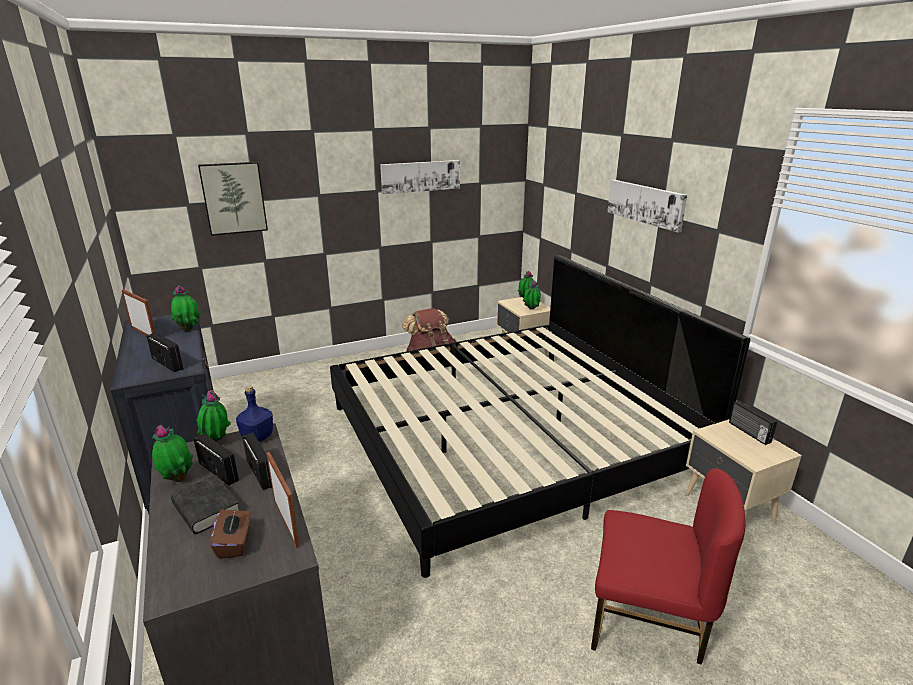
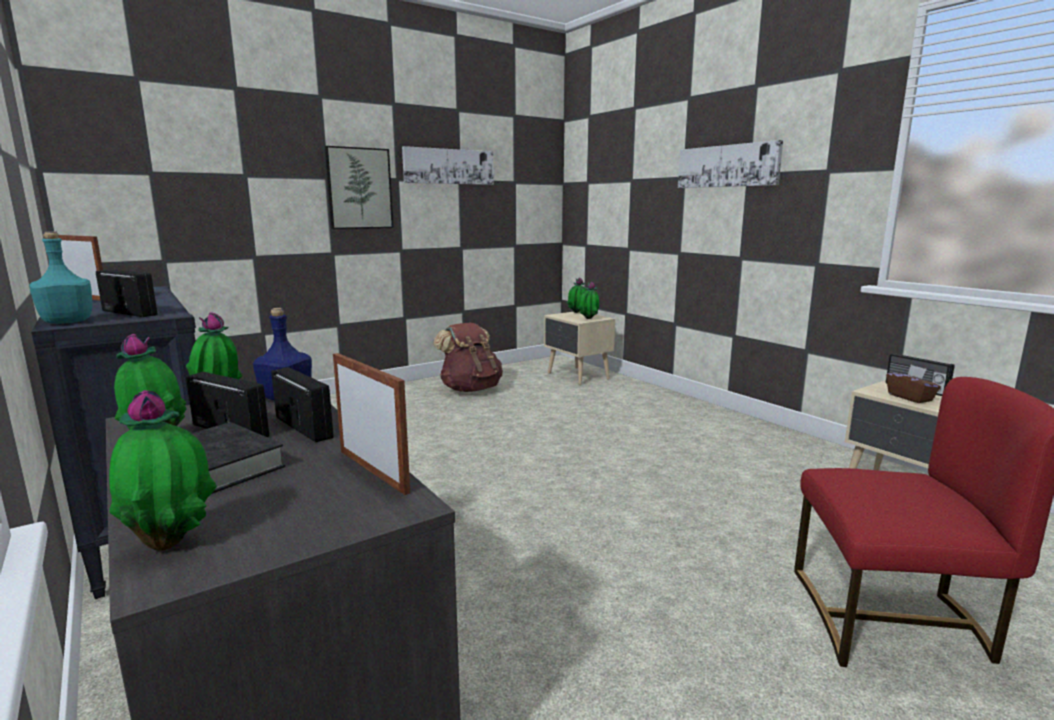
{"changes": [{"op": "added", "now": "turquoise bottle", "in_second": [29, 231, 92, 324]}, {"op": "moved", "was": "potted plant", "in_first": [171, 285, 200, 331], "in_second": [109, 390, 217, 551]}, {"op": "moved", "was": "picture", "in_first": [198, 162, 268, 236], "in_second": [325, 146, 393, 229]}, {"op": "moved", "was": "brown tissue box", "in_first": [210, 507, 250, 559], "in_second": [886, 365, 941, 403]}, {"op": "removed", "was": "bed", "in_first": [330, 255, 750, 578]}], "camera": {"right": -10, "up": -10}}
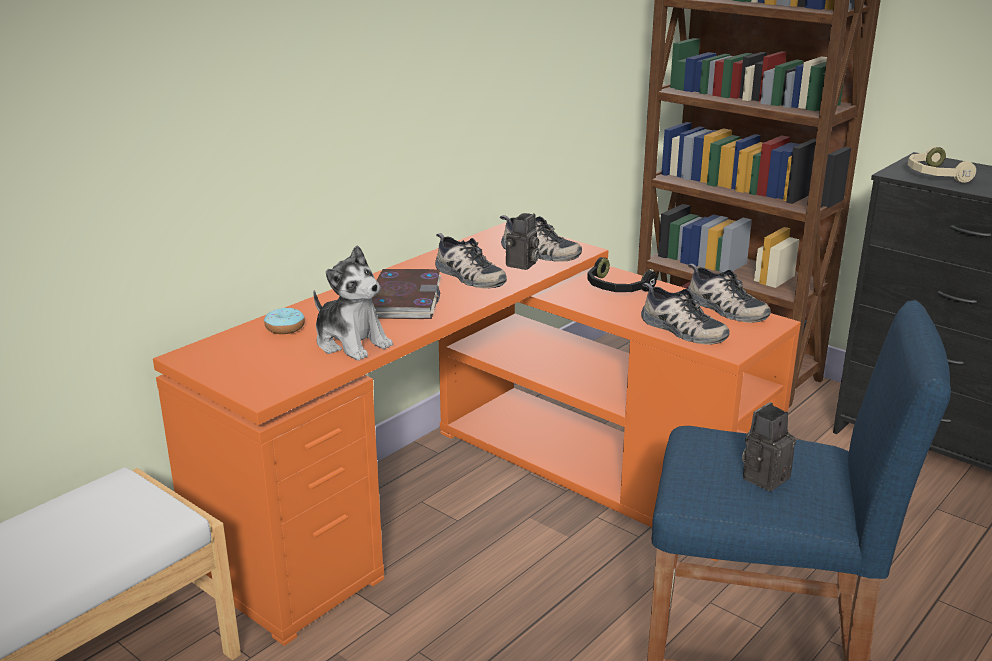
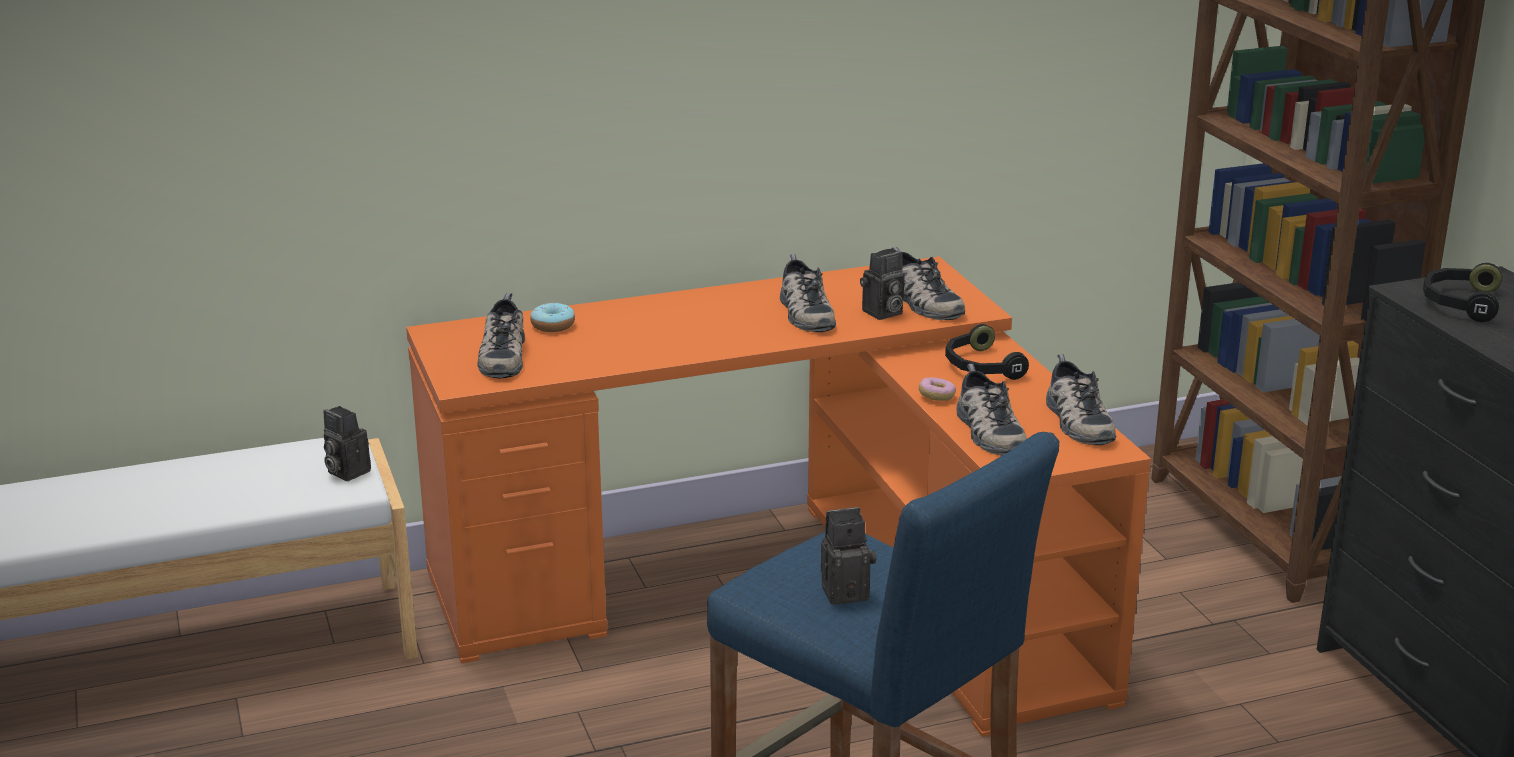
{"changes": [{"op": "added", "now": "photo camera", "in_second": [323, 406, 371, 481]}, {"op": "added", "now": "shoe", "in_second": [477, 293, 525, 379]}, {"op": "added", "now": "donut", "in_second": [919, 377, 956, 401]}, {"op": "recoloured", "was": "beige headphones", "now": "black headphones", "in_first": [908, 146, 976, 183], "in_second": [1423, 263, 1502, 322]}, {"op": "removed", "was": "plush toy", "in_first": [313, 245, 393, 361]}, {"op": "removed", "was": "book", "in_first": [372, 269, 441, 319]}], "camera": {"right": 30, "up": 0}}
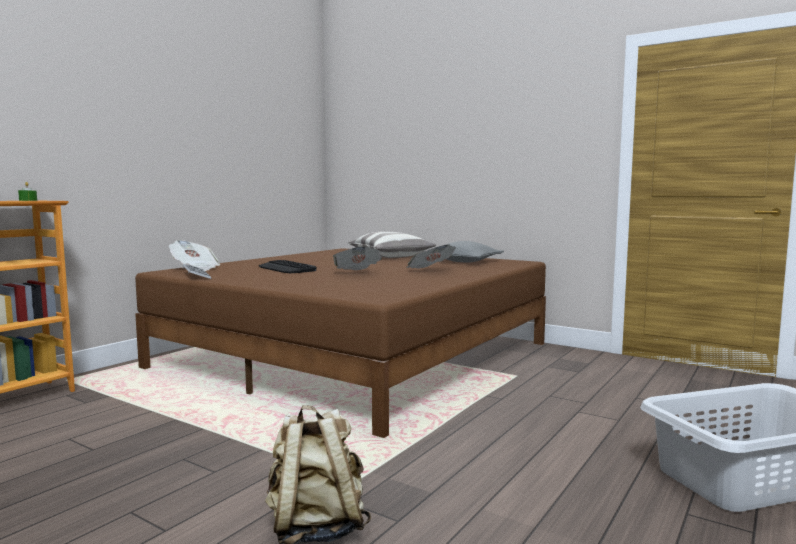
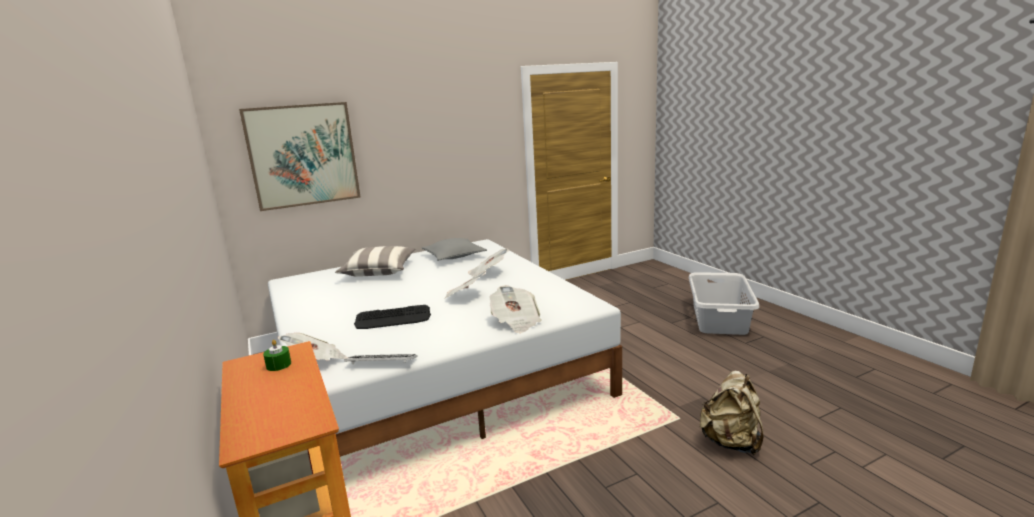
{"changes": [{"op": "added", "now": "picture", "in_second": [239, 102, 361, 211]}, {"op": "recoloured", "was": "brown bed", "now": "white bed", "in_first": [135, 248, 546, 438], "in_second": [268, 239, 622, 457]}, {"op": "added", "now": "newspaper", "in_second": [489, 285, 542, 333]}], "camera": {"right": -60, "up": 10}}
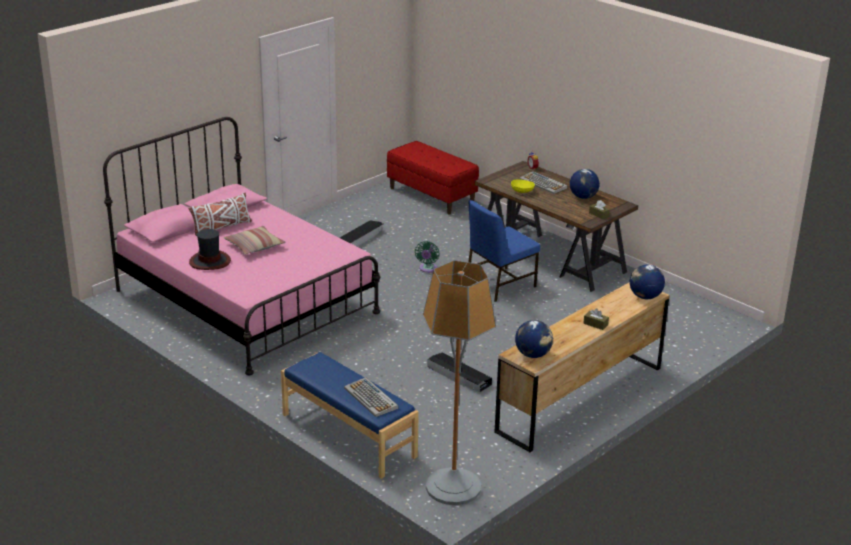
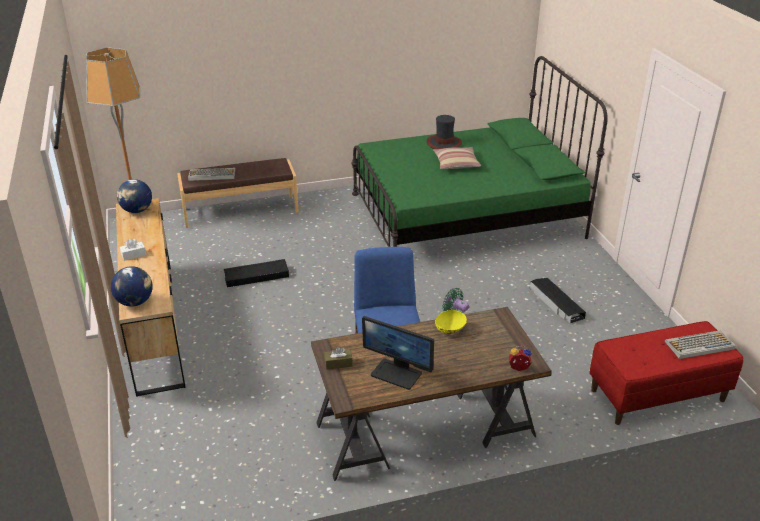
{"changes": [{"op": "recoloured", "was": "brown tissue box", "now": "white tissue box", "in_first": [583, 308, 609, 330], "in_second": [120, 238, 146, 261]}, {"op": "recoloured", "was": "blue bench", "now": "brown bench", "in_first": [281, 352, 419, 479], "in_second": [177, 158, 299, 228]}, {"op": "recoloured", "was": "pink bed", "now": "green bed", "in_first": [103, 117, 380, 375], "in_second": [351, 56, 608, 247]}, {"op": "replaced", "was": "globe", "now": "monitor", "in_first": [570, 169, 600, 199], "in_second": [362, 316, 434, 390]}, {"op": "moved", "was": "keyboard", "in_first": [520, 171, 567, 194], "in_second": [665, 330, 736, 359]}, {"op": "removed", "was": "white pillow", "in_first": [188, 193, 252, 236]}], "camera": {"right": 120, "up": 5}}
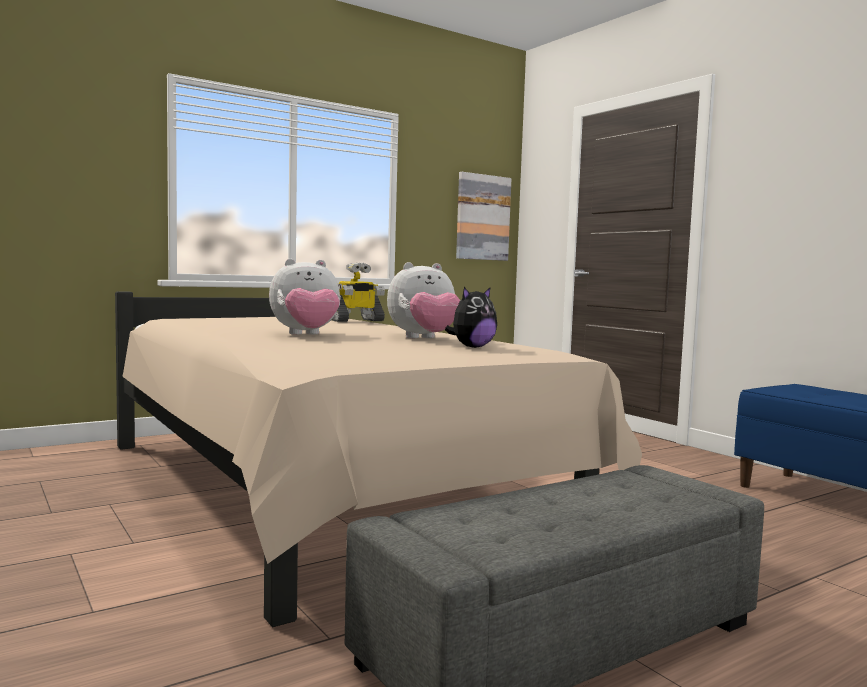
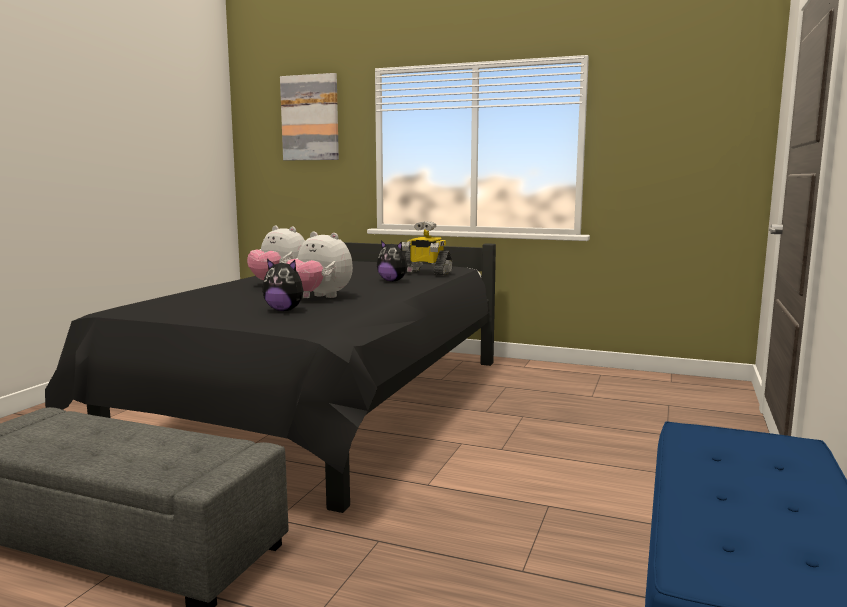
{"changes": [{"op": "recoloured", "was": "beige bed", "now": "black bed", "in_first": [115, 291, 642, 628], "in_second": [45, 242, 496, 513]}, {"op": "moved", "was": "picture", "in_first": [456, 172, 512, 261], "in_second": [280, 73, 339, 160]}, {"op": "added", "now": "plush toy", "in_second": [377, 240, 413, 282]}], "camera": {"right": 55, "up": 5}}
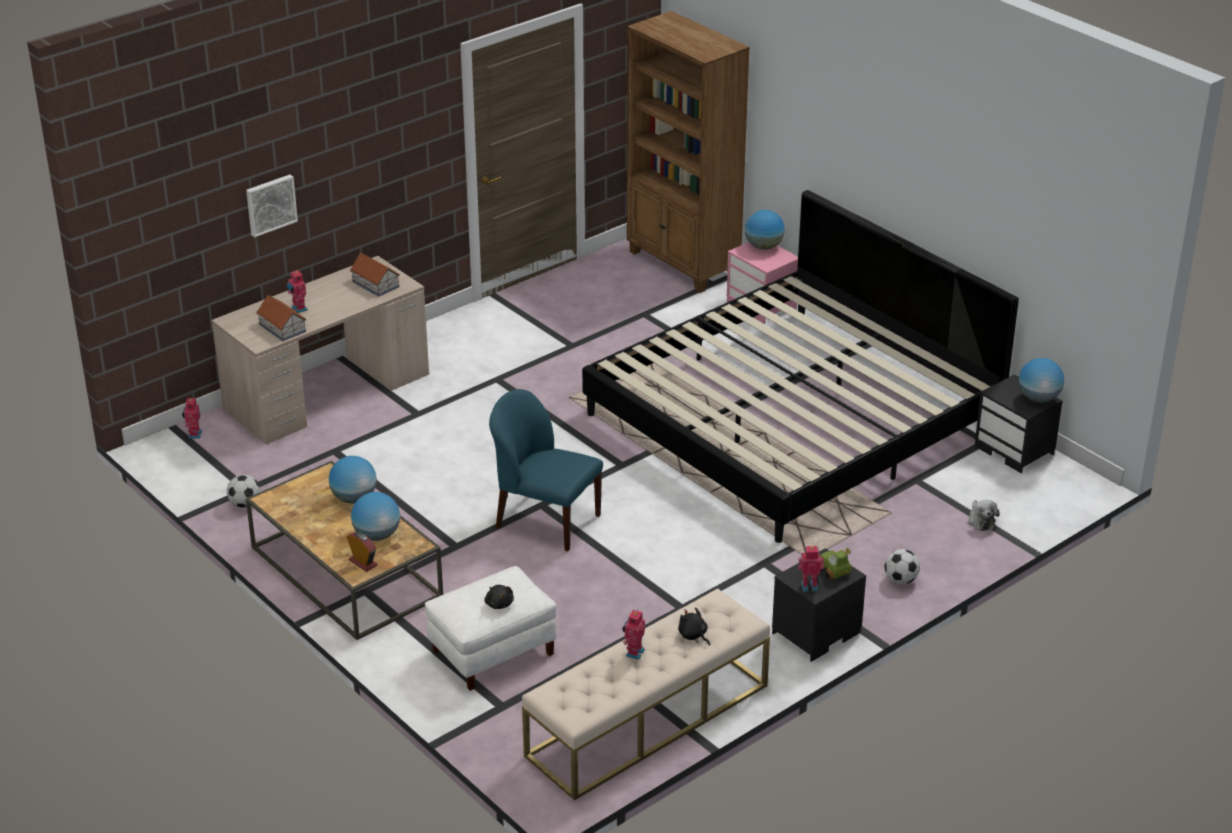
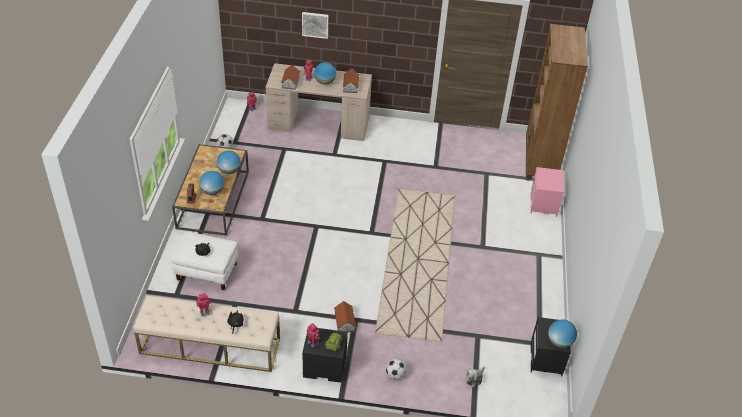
{"changes": [{"op": "moved", "was": "globe", "in_first": [745, 210, 785, 250], "in_second": [314, 62, 336, 85]}, {"op": "added", "now": "toy house", "in_second": [334, 301, 356, 332]}, {"op": "removed", "was": "blue chair", "in_first": [489, 389, 603, 551]}, {"op": "removed", "was": "bed", "in_first": [582, 190, 1019, 543]}], "camera": {"right": 45, "up": 10}}
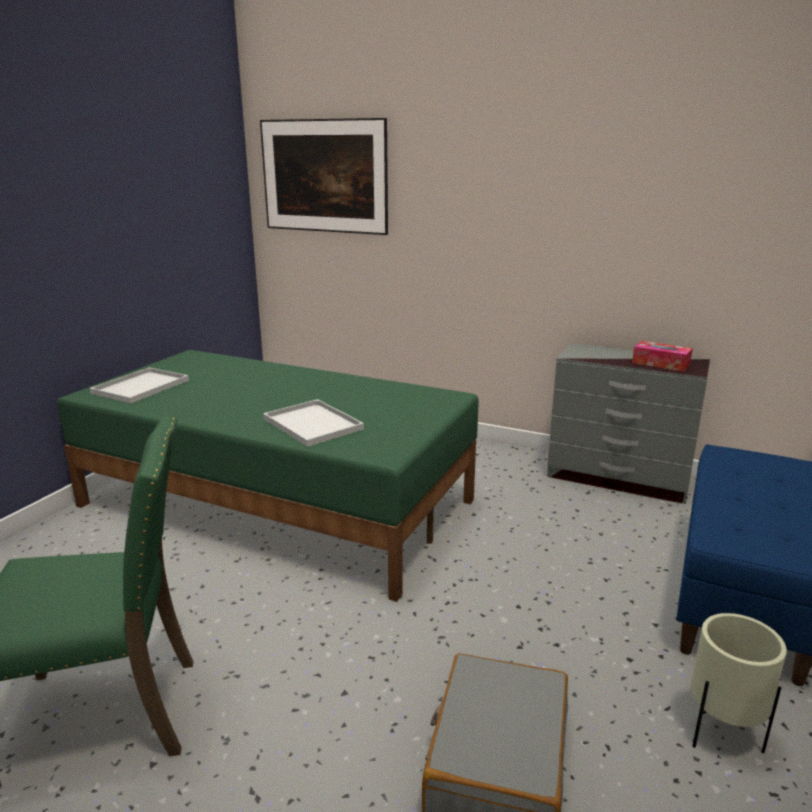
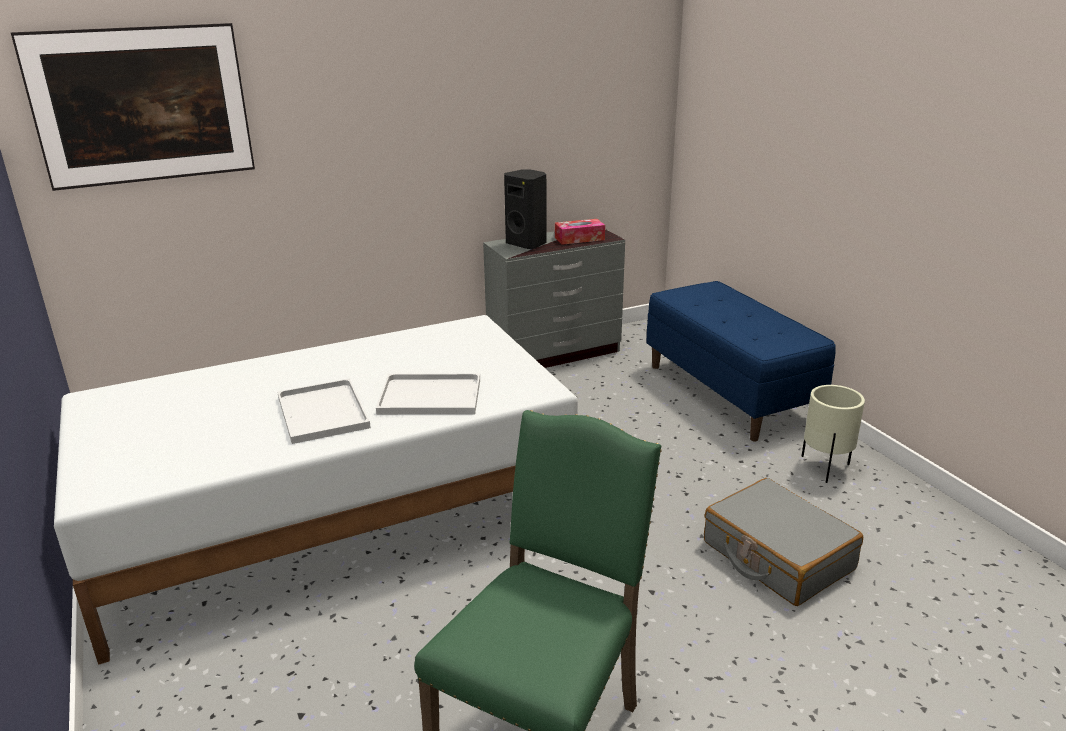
{"changes": [{"op": "recoloured", "was": "green bed", "now": "white bed", "in_first": [57, 350, 479, 602], "in_second": [54, 315, 578, 665]}, {"op": "moved", "was": "white tray", "in_first": [90, 367, 189, 403], "in_second": [277, 378, 371, 444]}, {"op": "added", "now": "black speaker", "in_second": [504, 169, 547, 250]}], "camera": {"right": -50, "up": 5}}
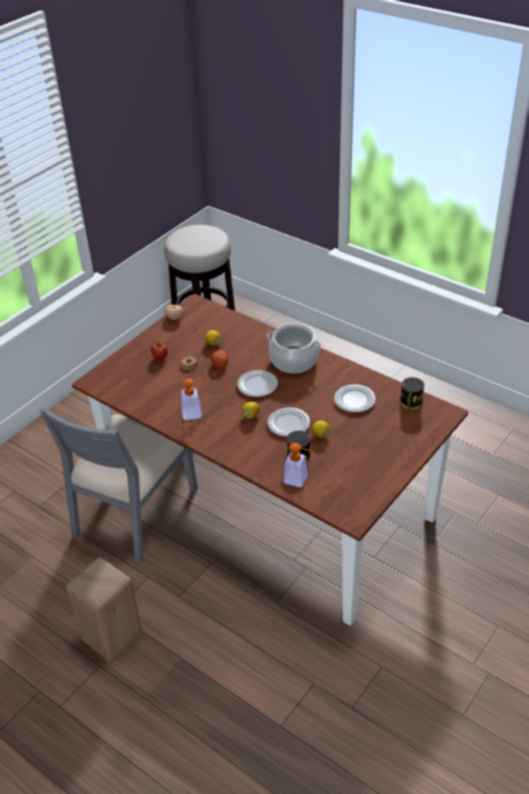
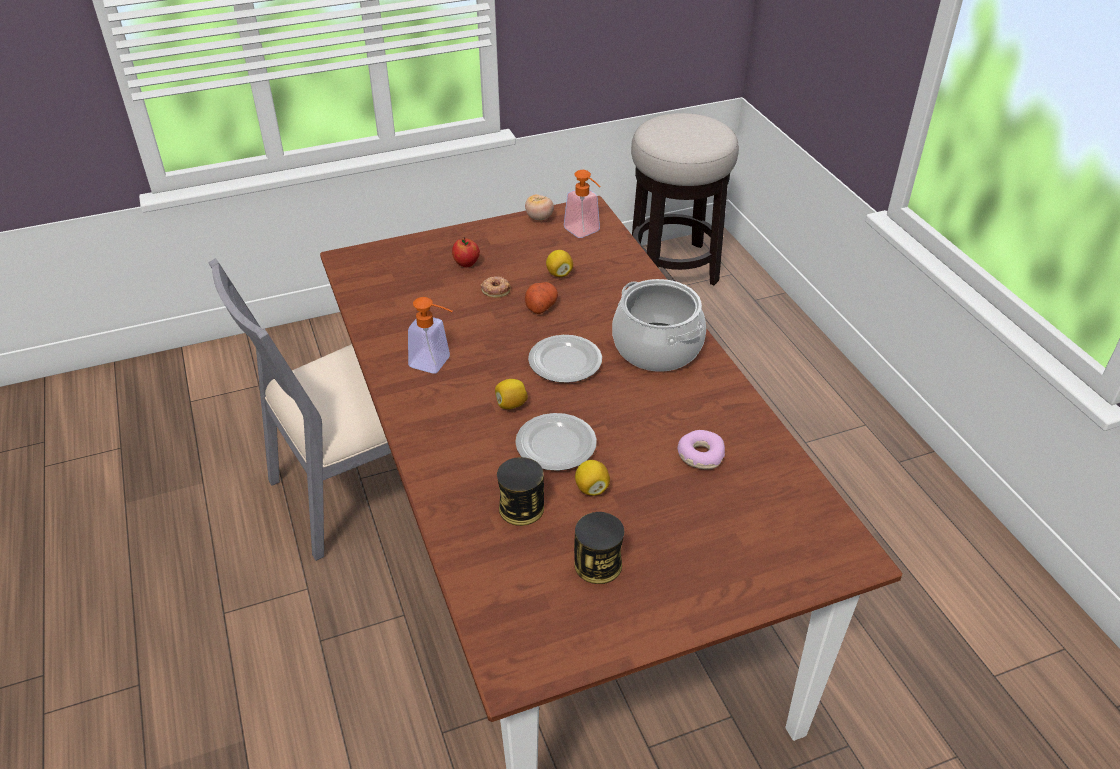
{"changes": [{"op": "moved", "was": "soap dispenser", "in_first": [283, 443, 314, 487], "in_second": [564, 170, 601, 238]}, {"op": "moved", "was": "can", "in_first": [400, 377, 424, 410], "in_second": [574, 512, 624, 584]}, {"op": "replaced", "was": "plate", "now": "donut", "in_first": [334, 384, 376, 412], "in_second": [677, 430, 725, 470]}, {"op": "removed", "was": "beige stool", "in_first": [66, 557, 142, 662]}], "camera": {"right": 30, "up": 0}}
